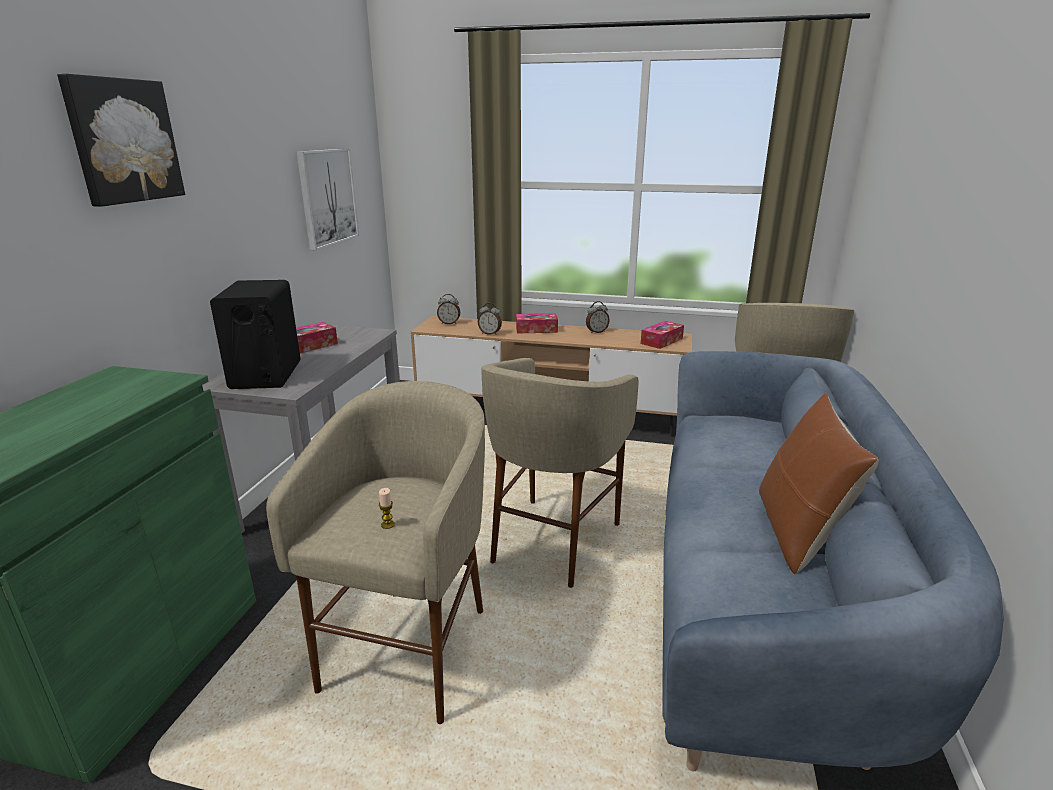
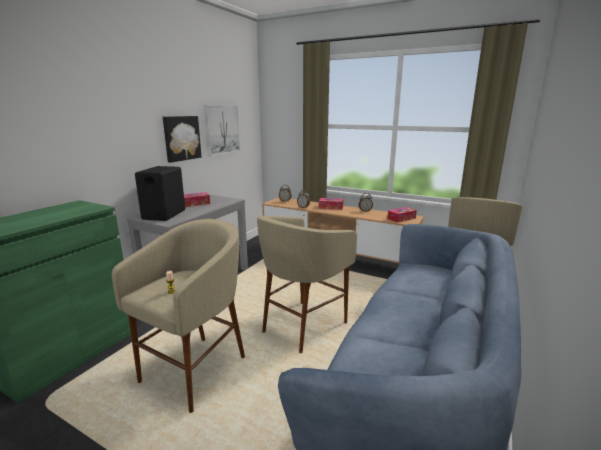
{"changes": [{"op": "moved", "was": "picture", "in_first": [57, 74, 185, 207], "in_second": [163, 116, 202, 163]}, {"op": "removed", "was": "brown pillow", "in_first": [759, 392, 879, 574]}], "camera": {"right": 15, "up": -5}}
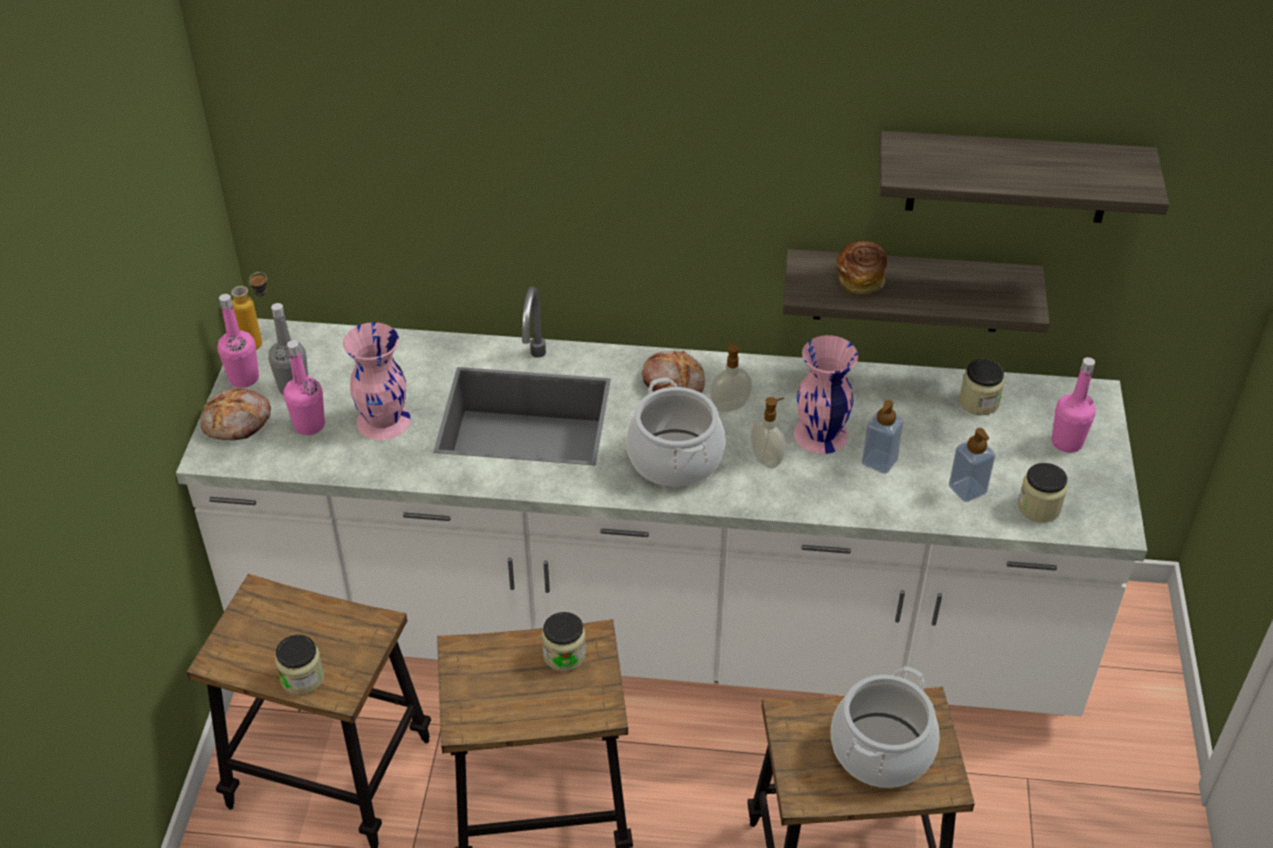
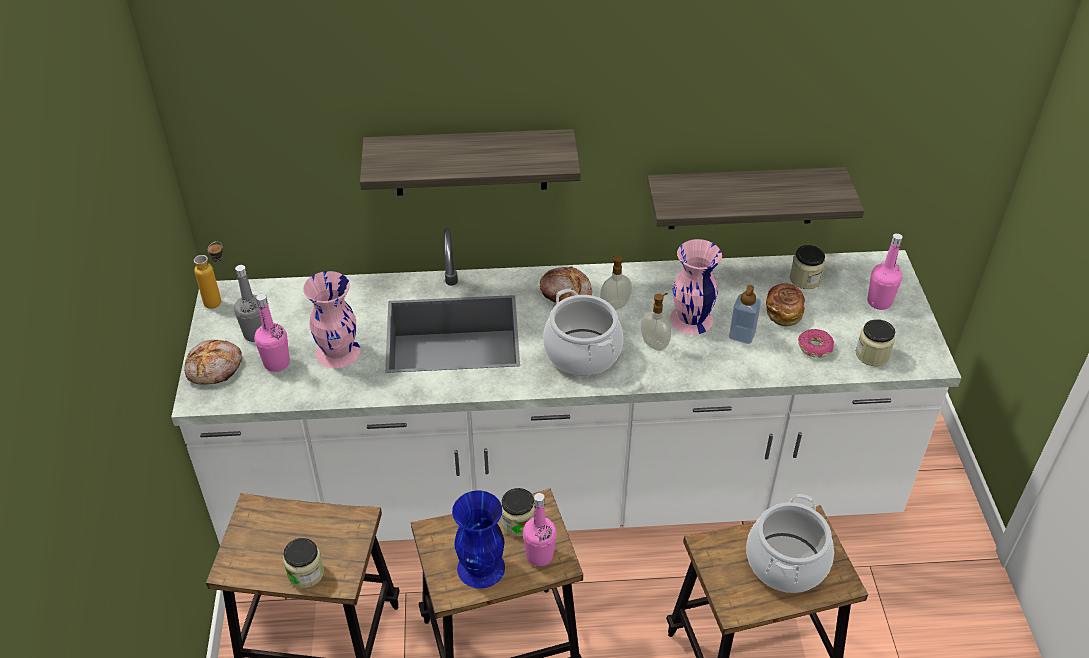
{"changes": [{"op": "moved", "was": "shelf", "in_first": [880, 131, 1169, 223], "in_second": [360, 129, 581, 196]}, {"op": "added", "now": "blue vase", "in_second": [452, 490, 505, 589]}, {"op": "moved", "was": "pink bottle", "in_first": [218, 294, 259, 388], "in_second": [523, 493, 557, 566]}, {"op": "moved", "was": "bread", "in_first": [836, 241, 888, 294], "in_second": [766, 284, 805, 327]}, {"op": "replaced", "was": "soap dispenser", "now": "donut", "in_first": [949, 428, 995, 502], "in_second": [798, 329, 834, 358]}], "camera": {"right": -10, "up": 0}}
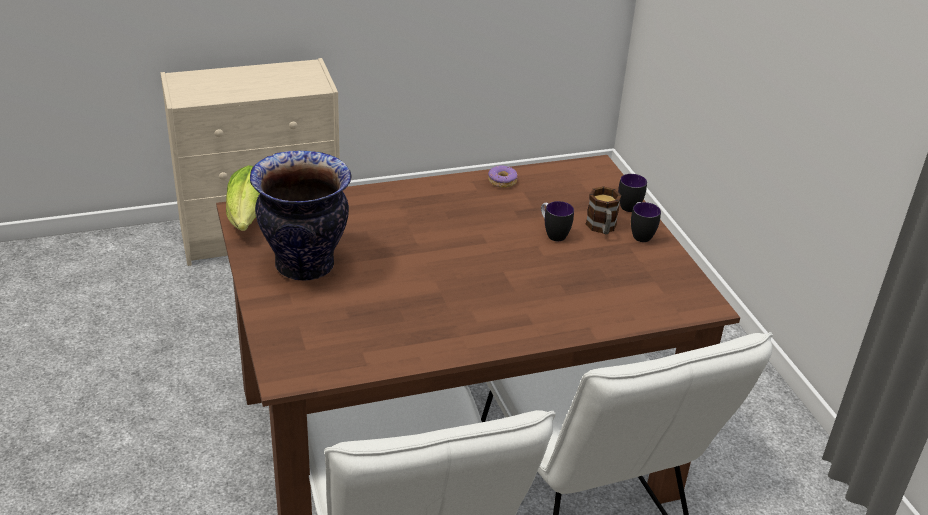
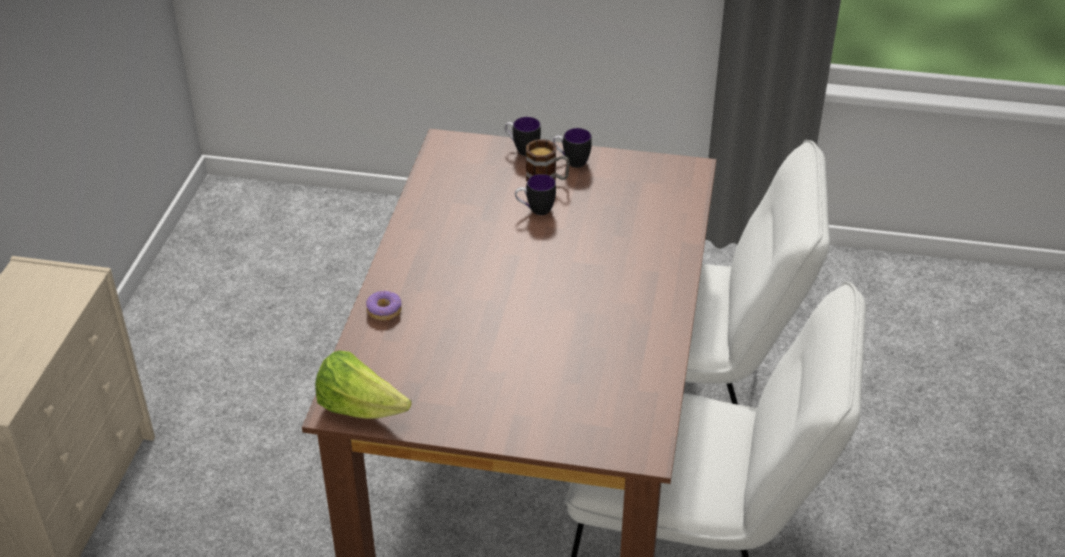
{"changes": [{"op": "moved", "was": "donut", "in_first": [488, 166, 518, 188], "in_second": [366, 291, 402, 320]}, {"op": "removed", "was": "vase", "in_first": [250, 150, 351, 280]}], "camera": {"right": -60, "up": 5}}
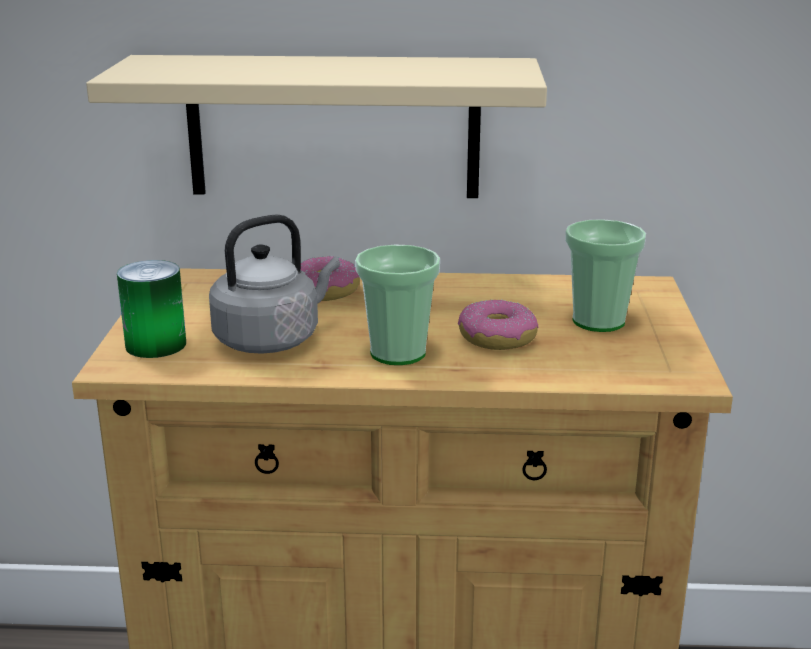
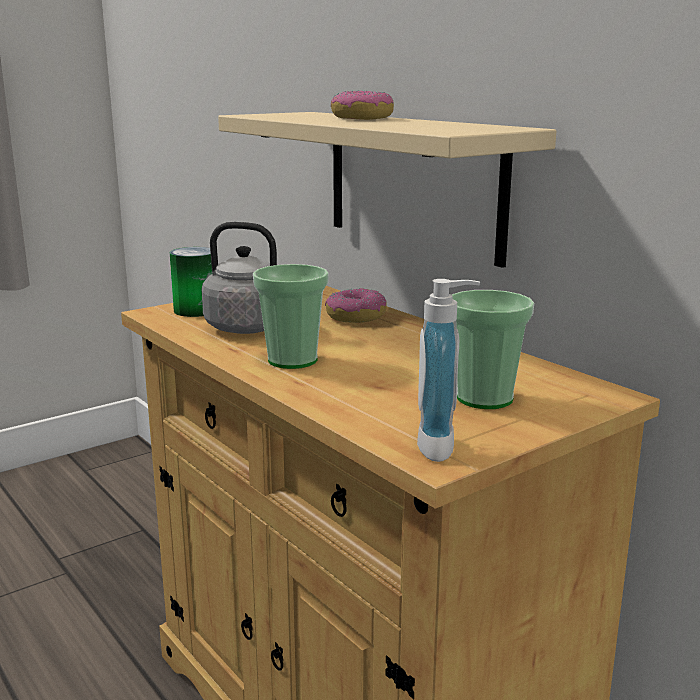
{"changes": [{"op": "moved", "was": "donut", "in_first": [458, 299, 539, 350], "in_second": [331, 90, 394, 120]}, {"op": "added", "now": "soap dispenser", "in_second": [417, 279, 480, 462]}], "camera": {"right": 50, "up": -5}}
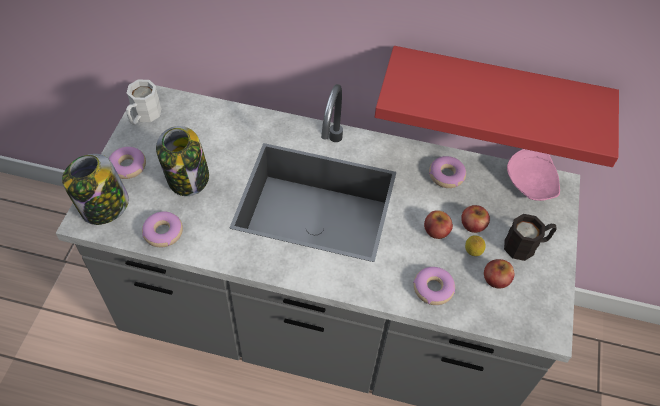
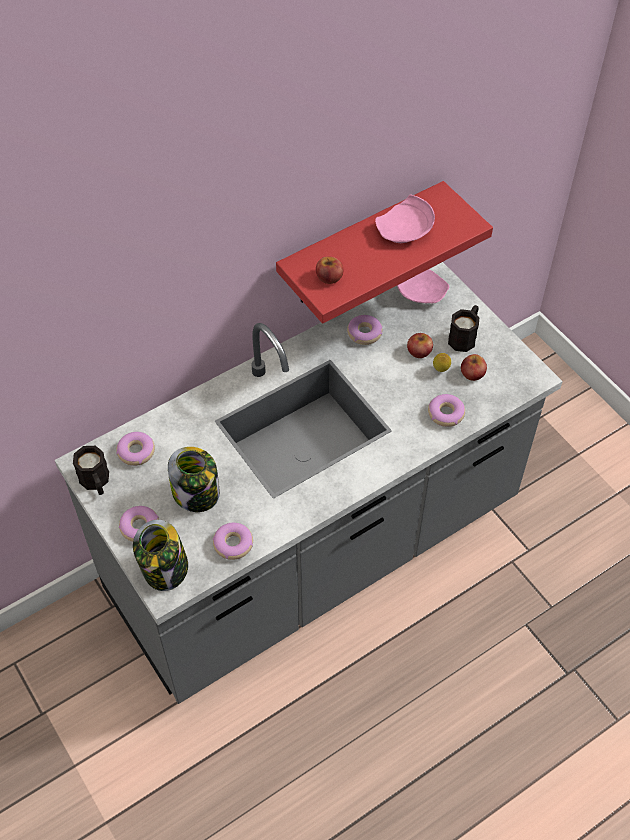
{"changes": [{"op": "recoloured", "was": "white mug", "now": "black mug", "in_first": [126, 79, 162, 125], "in_second": [73, 446, 109, 495]}, {"op": "added", "now": "donut", "in_second": [117, 432, 155, 466]}, {"op": "moved", "was": "apple", "in_first": [424, 210, 453, 239], "in_second": [316, 256, 343, 284]}, {"op": "added", "now": "pink plate", "in_second": [375, 195, 435, 243]}], "camera": {"right": -45, "up": 0}}
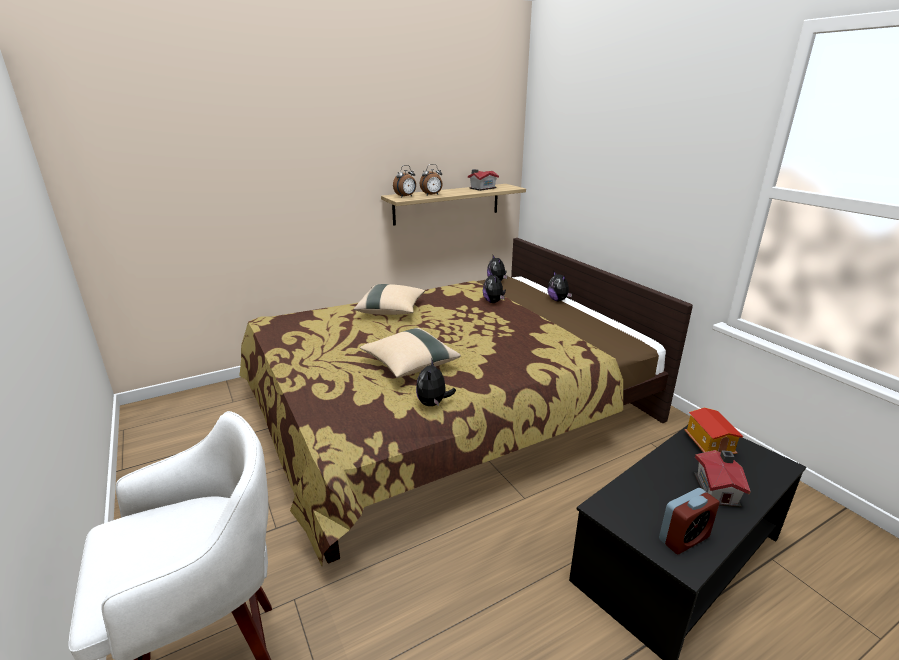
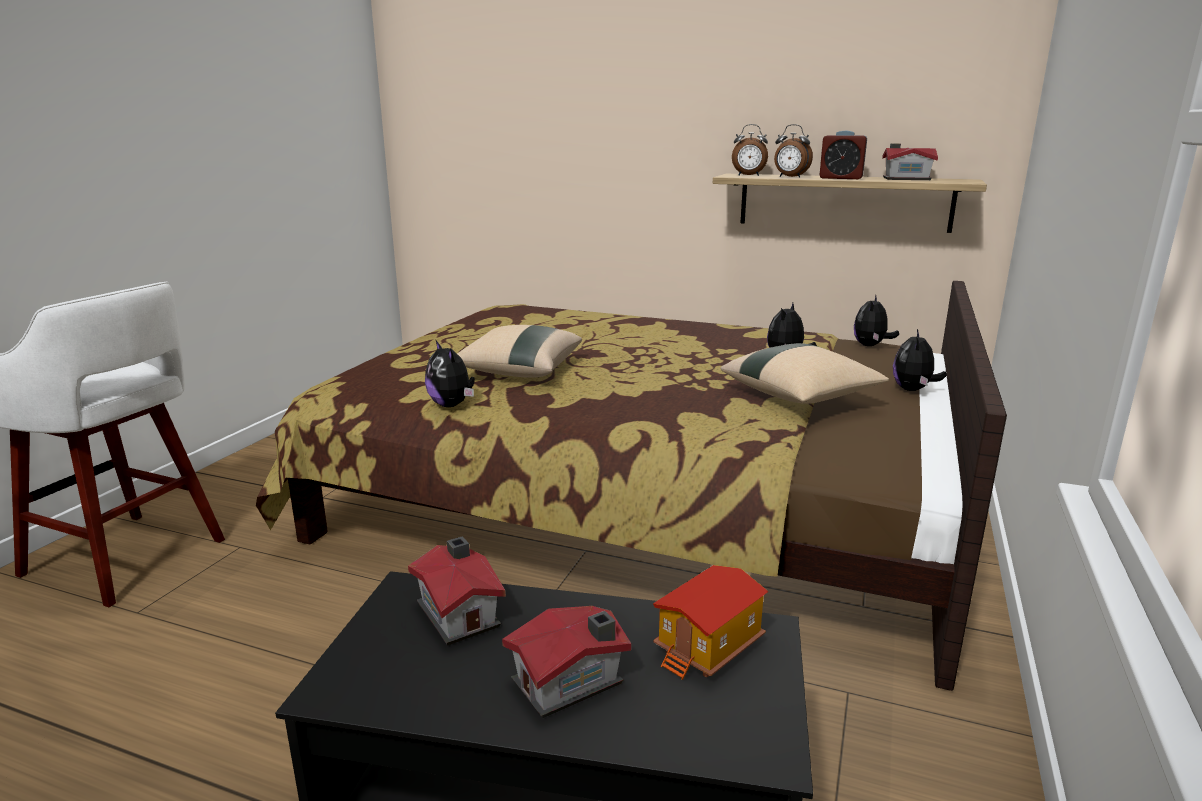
{"changes": [{"op": "added", "now": "toy house", "in_second": [408, 536, 506, 646]}, {"op": "turned", "was": "plush toy", "in_first": [416, 358, 456, 406], "in_second": [425, 341, 475, 407], "clockwise": -90}, {"op": "moved", "was": "beige pillow", "in_first": [354, 284, 425, 315], "in_second": [720, 343, 889, 404]}, {"op": "moved", "was": "alarm clock", "in_first": [659, 488, 720, 554], "in_second": [819, 131, 867, 179]}], "camera": {"right": 50, "up": -5}}
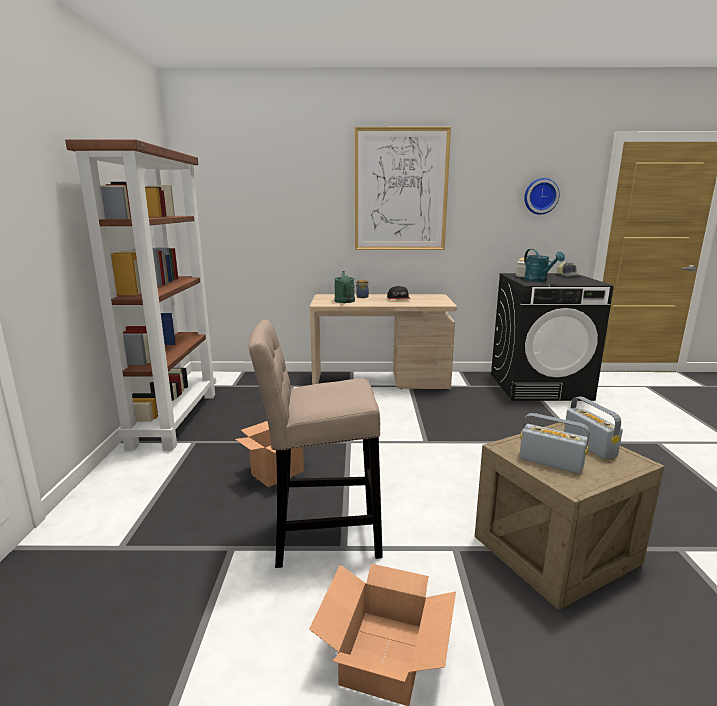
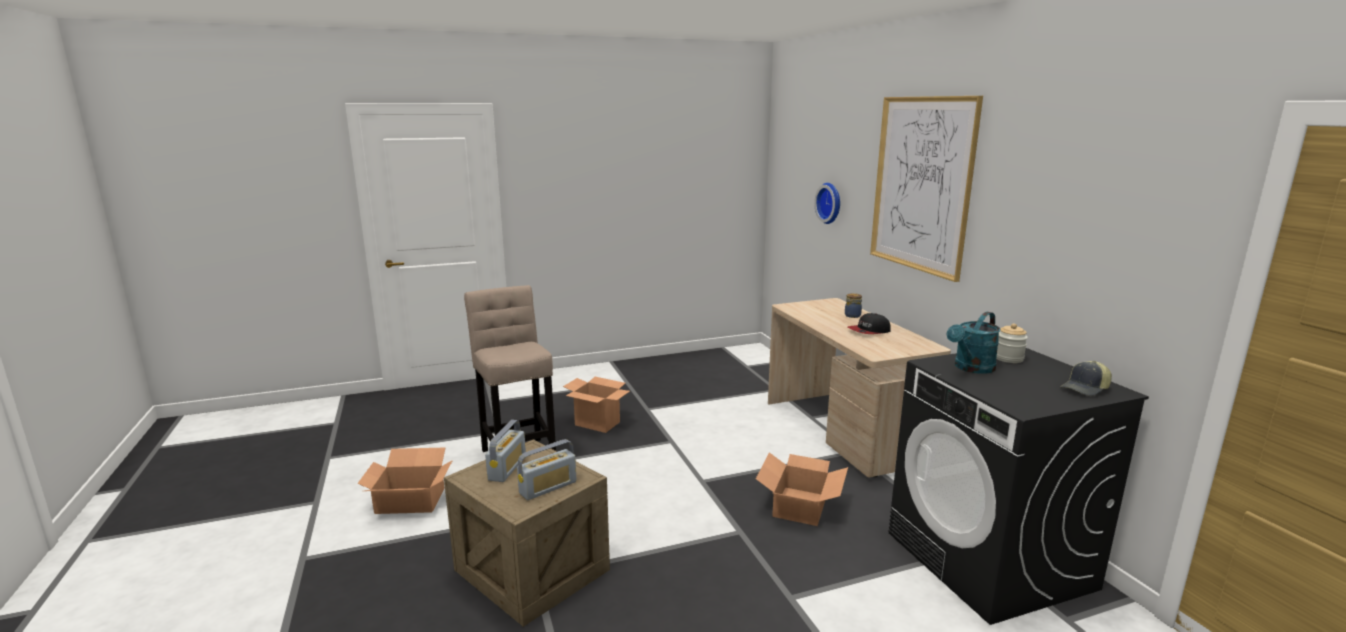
{"changes": [{"op": "added", "now": "cardboard box", "in_second": [756, 452, 848, 526]}, {"op": "moved", "was": "wall clock", "in_first": [524, 178, 560, 215], "in_second": [814, 183, 840, 224]}, {"op": "removed", "was": "brown bookcase", "in_first": [65, 139, 216, 451]}, {"op": "removed", "was": "green watering can", "in_first": [334, 271, 355, 303]}], "camera": {"right": 70, "up": 0}}
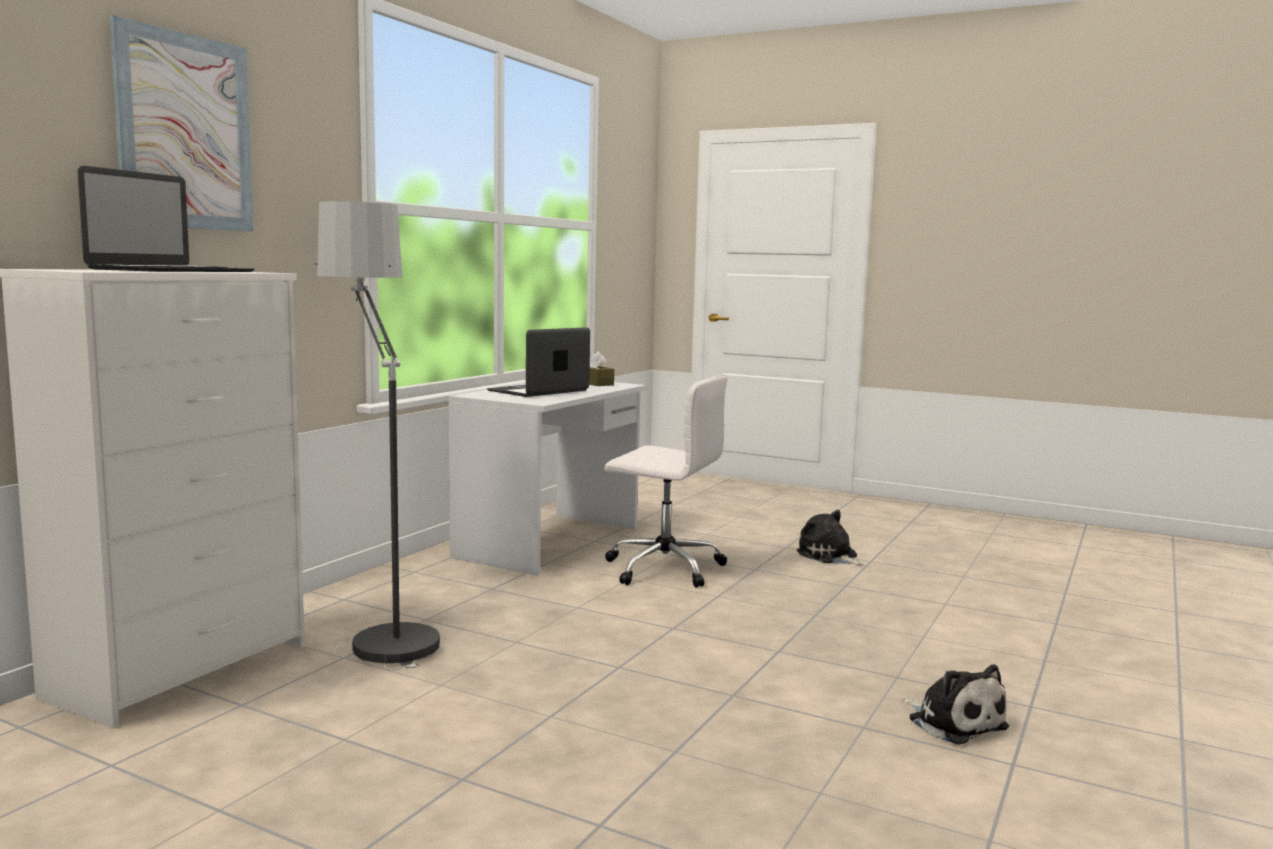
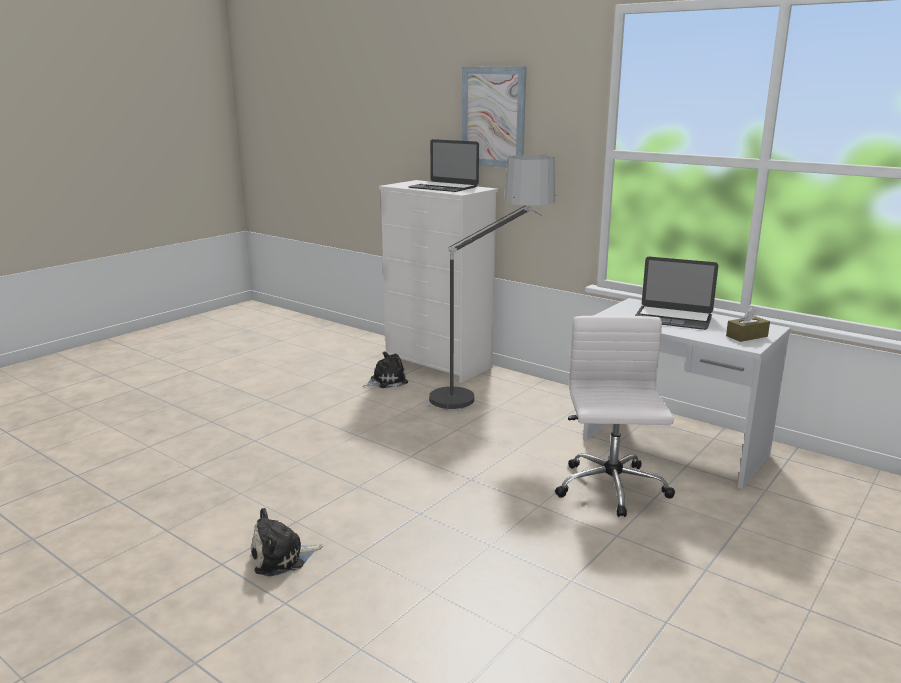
{"changes": [{"op": "moved", "was": "plush toy", "in_first": [797, 510, 864, 566], "in_second": [363, 352, 408, 388]}, {"op": "turned", "was": "white office chair", "in_first": [605, 375, 728, 588], "in_second": [555, 316, 675, 517], "clockwise": 150}, {"op": "turned", "was": "laptop", "in_first": [487, 327, 590, 397], "in_second": [635, 257, 718, 330], "clockwise": 150}], "camera": {"right": 100, "up": 10}}
